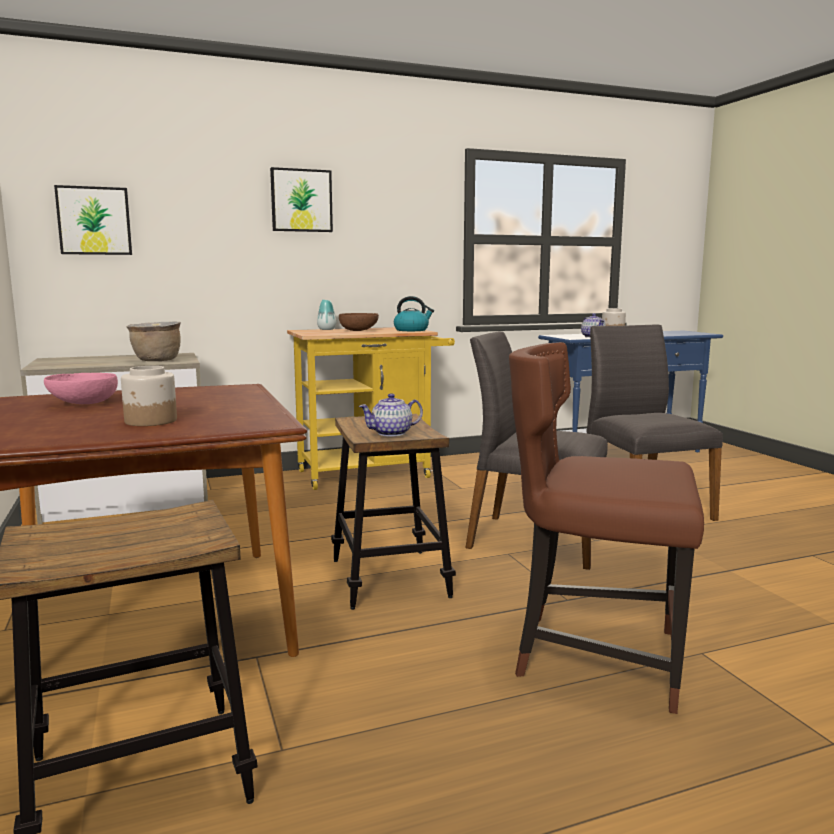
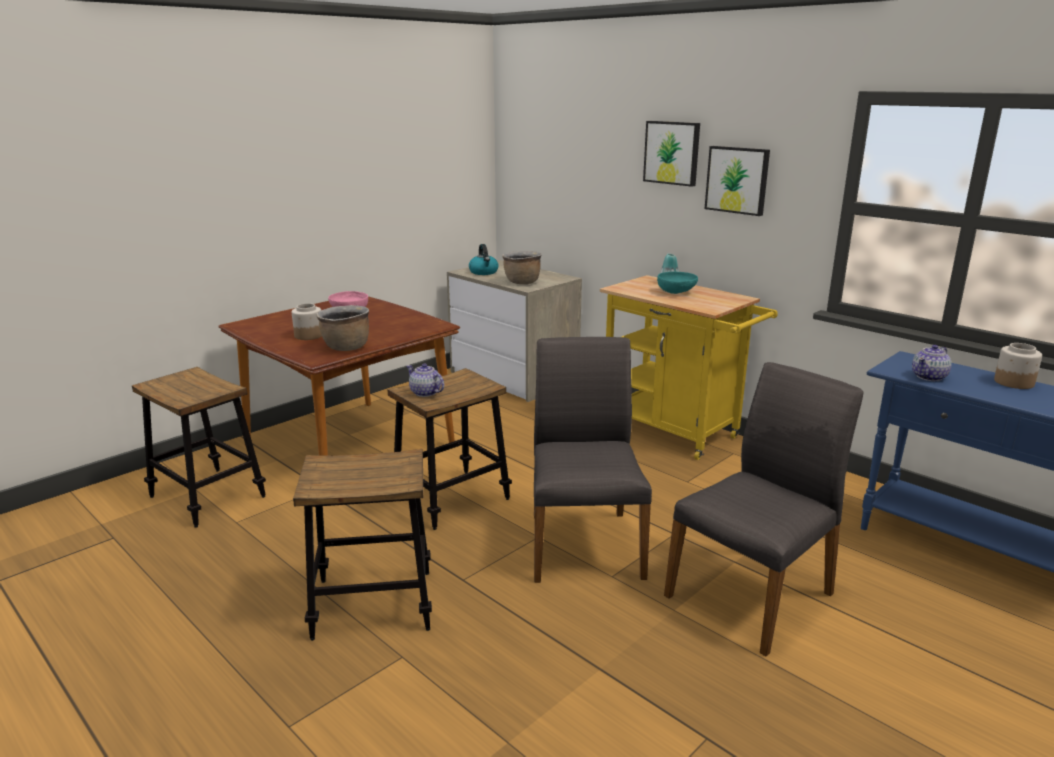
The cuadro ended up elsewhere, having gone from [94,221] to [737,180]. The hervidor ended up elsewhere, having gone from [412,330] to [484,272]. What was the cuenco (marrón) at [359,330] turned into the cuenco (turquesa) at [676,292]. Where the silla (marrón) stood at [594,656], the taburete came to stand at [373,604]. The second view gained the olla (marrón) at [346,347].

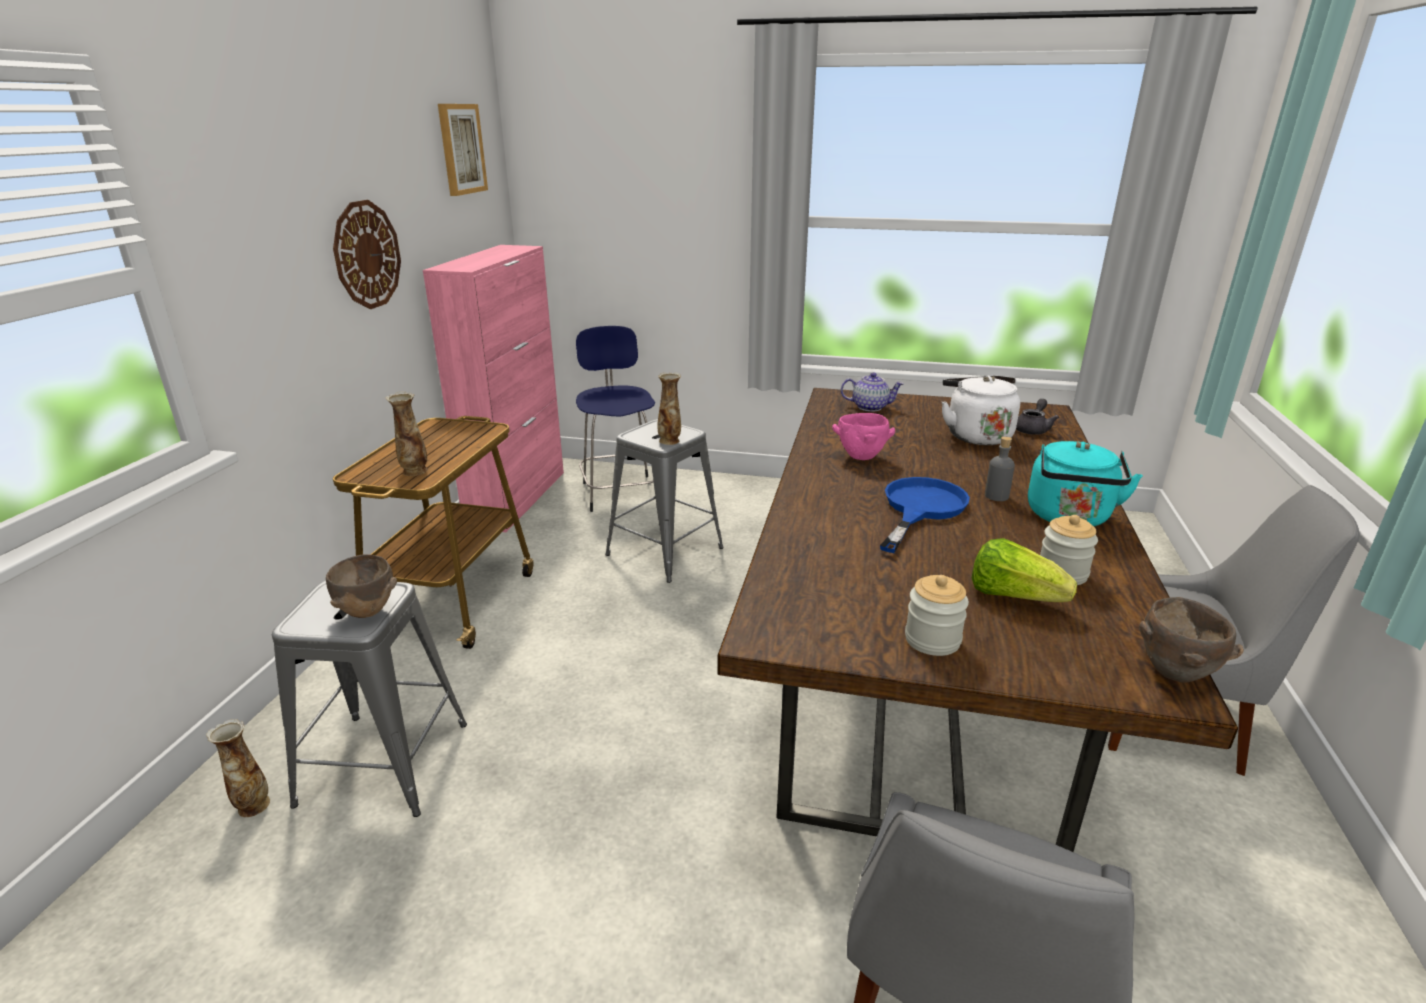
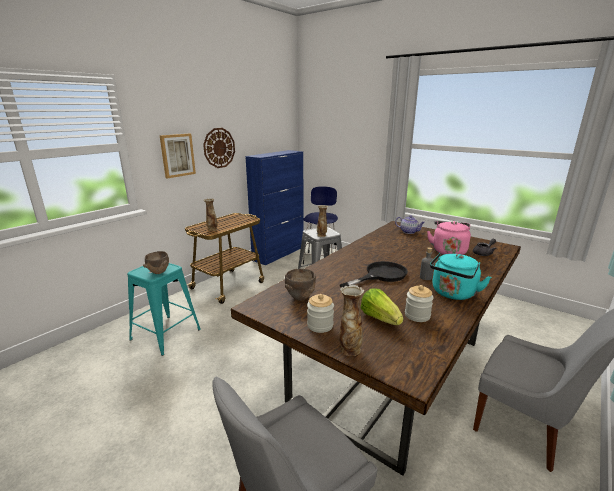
The cuadro ended up elsewhere, having gone from [461,149] to [177,155]. What was the armario (rosa) at [517,497] turned into the armario (azul) at [279,253]. What was the hervidor (blanco) at [975,435] turned into the hervidor (rosa) at [448,251]. The second view lost the cuenco (rosa) at [862,457]. What was the sartén (azul) at [920,509] turned into the sartén (negro) at [380,275]. What was the taburete (gris) at [384,764] turned into the taburete (turquesa) at [165,335]. The cuenco (marrón) ended up elsewhere, having gone from [1175,674] to [300,298]. The florero ended up elsewhere, having gone from [253,805] to [349,349].

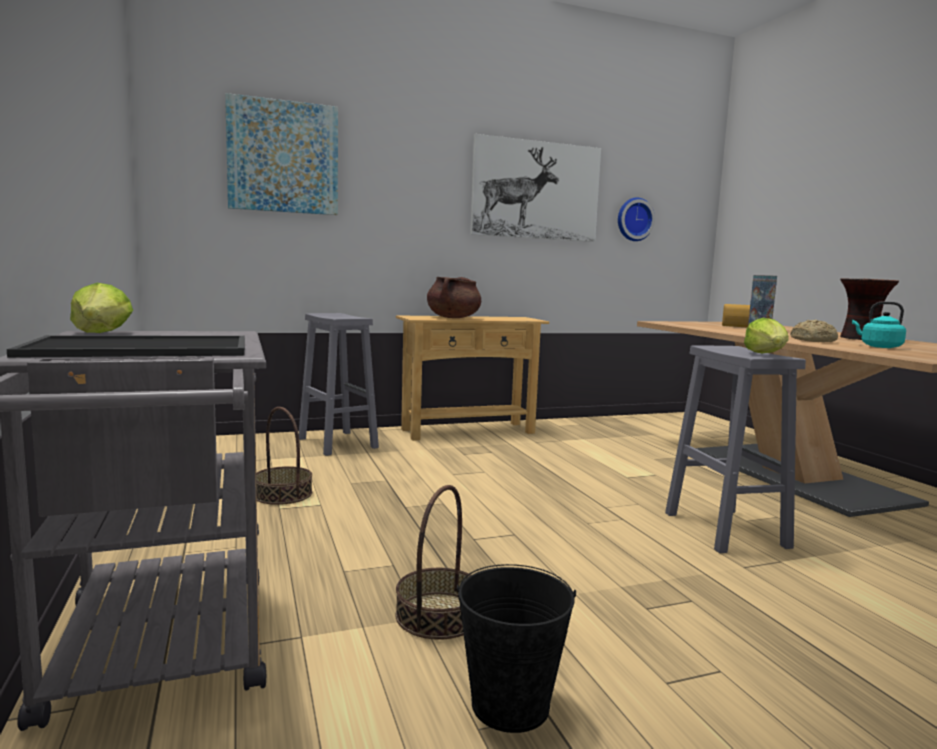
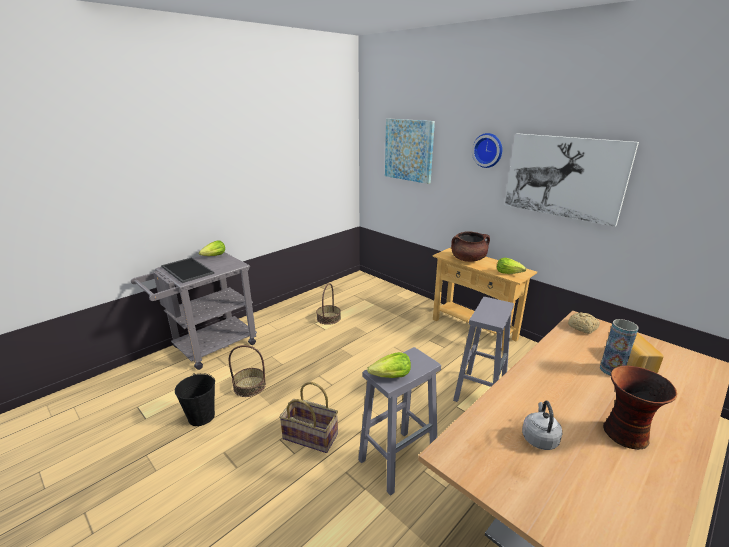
The reloj de pared ended up elsewhere, having gone from [634,219] to [488,150]. What was the hervidor (turquesa) at [878,346] turned into the hervidor (gris) at [539,438]. The taburete (gris) ended up elsewhere, having gone from [336,443] to [480,391]. The pan ended up elsewhere, having gone from [814,341] to [583,328]. The second view gained the lechuga at [509,273]. The second view gained the cesta at [311,436].

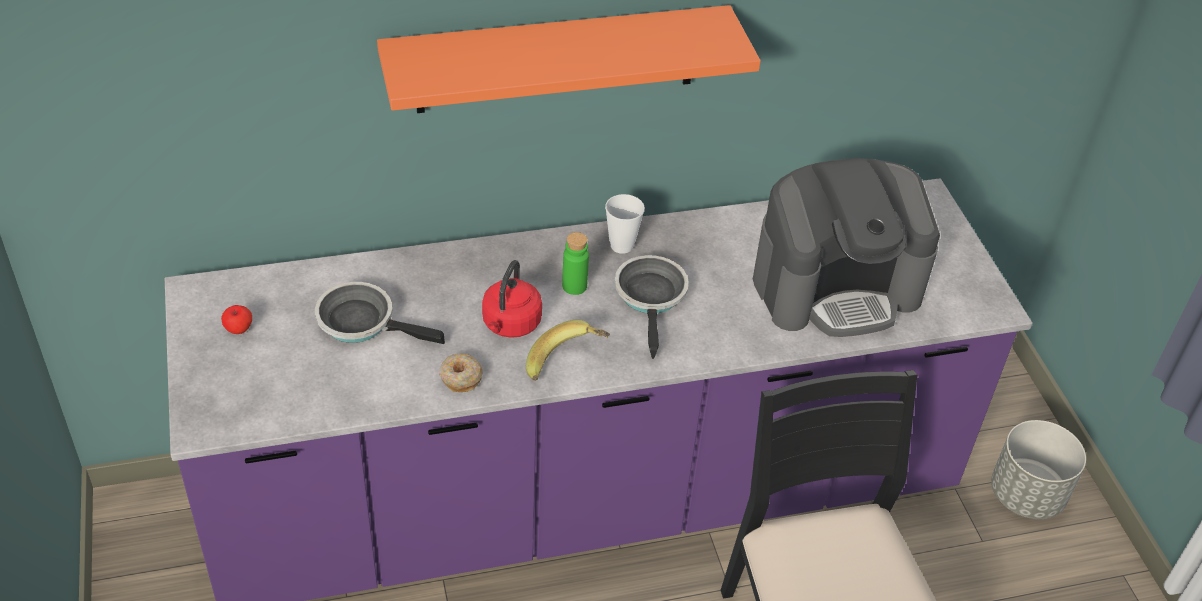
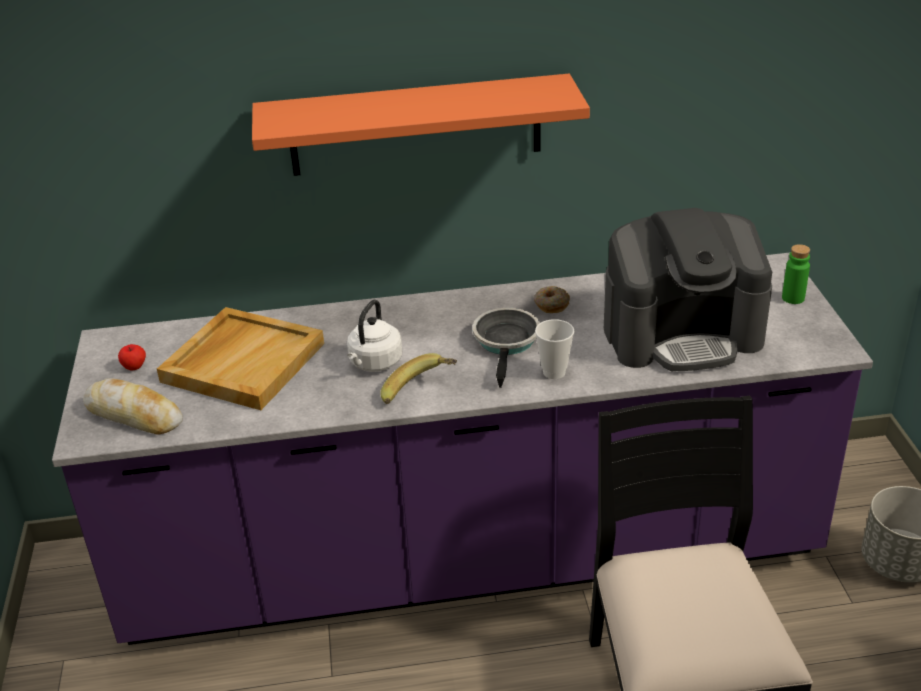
The taza ended up elsewhere, having gone from [621,245] to [554,372]. The botella (verde) ended up elsewhere, having gone from [574,286] to [793,298]. What was the hervidor (rojo) at [510,325] turned into the hervidor (blanco) at [374,363]. Where the sartén stood at [362,322], the bandeja (beis) came to stand at [243,361]. The rosquilla ended up elsewhere, having gone from [460,378] to [551,305]. The second view gained the pan at [134,415].

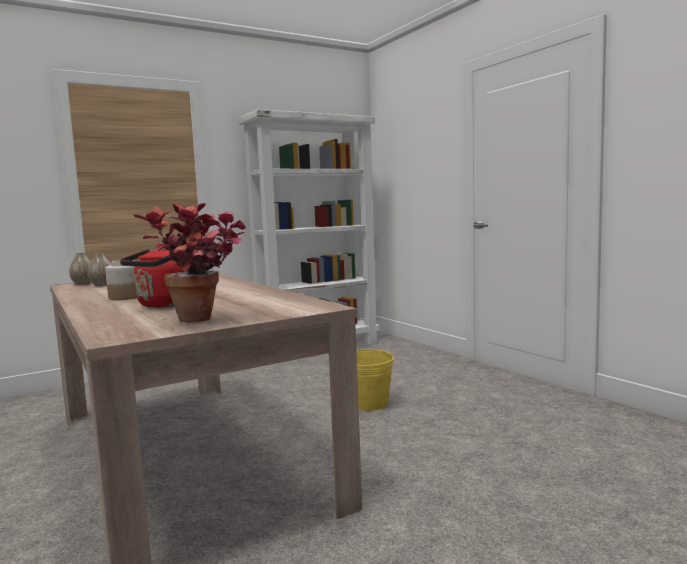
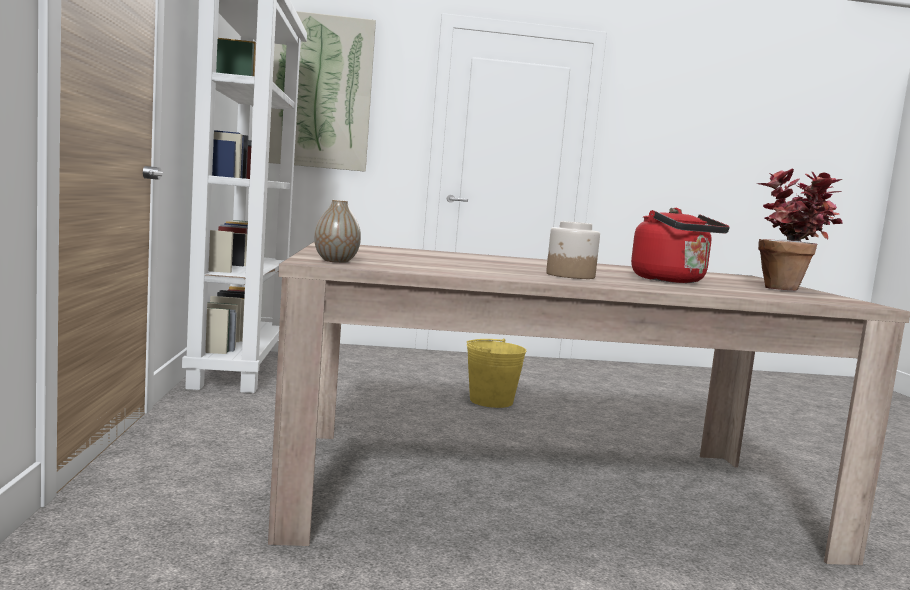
The second view lost the florero at [102,285]. The second view gained the cuadro at [321,92].

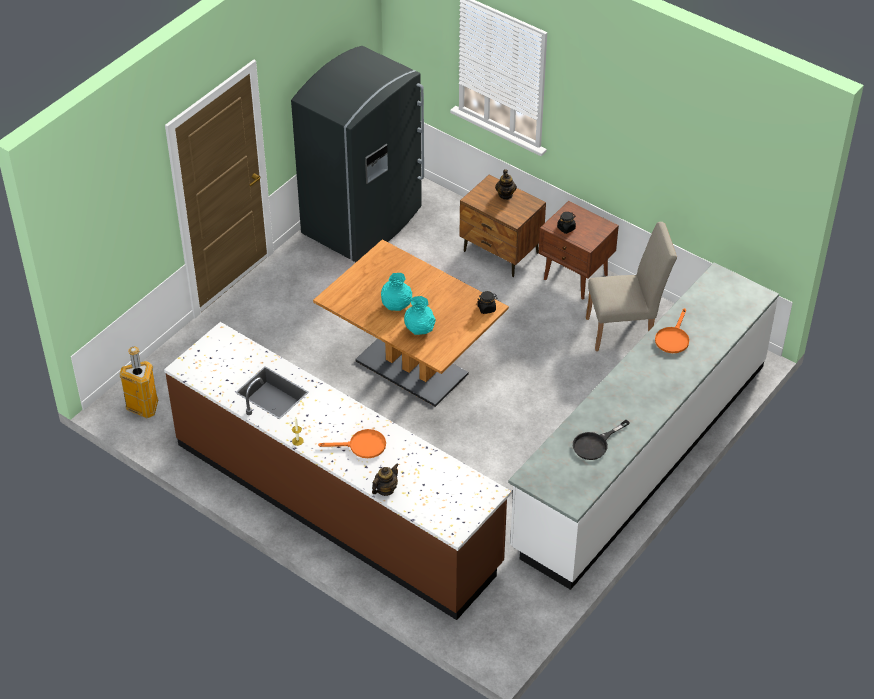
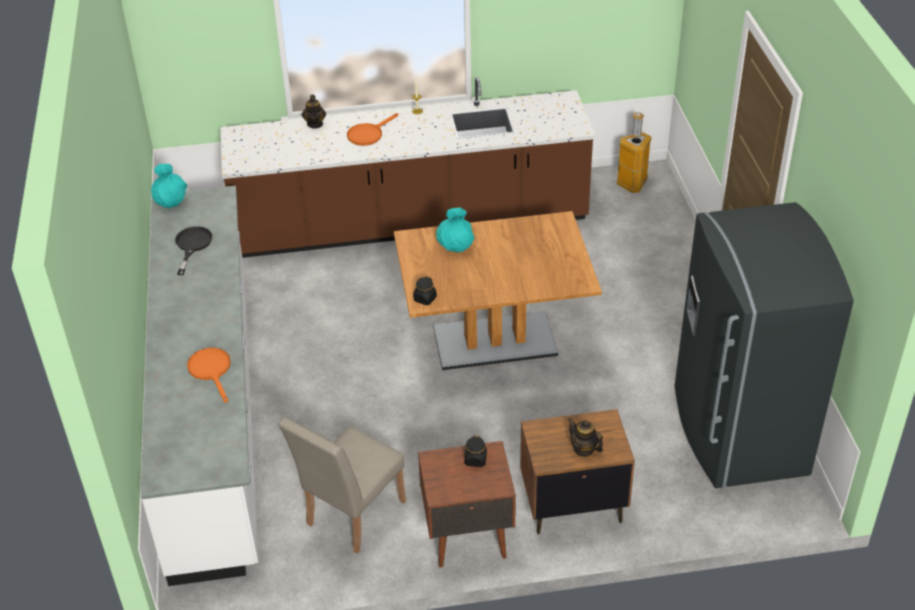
The florero (turquesa) ended up elsewhere, having gone from [396,305] to [171,202].

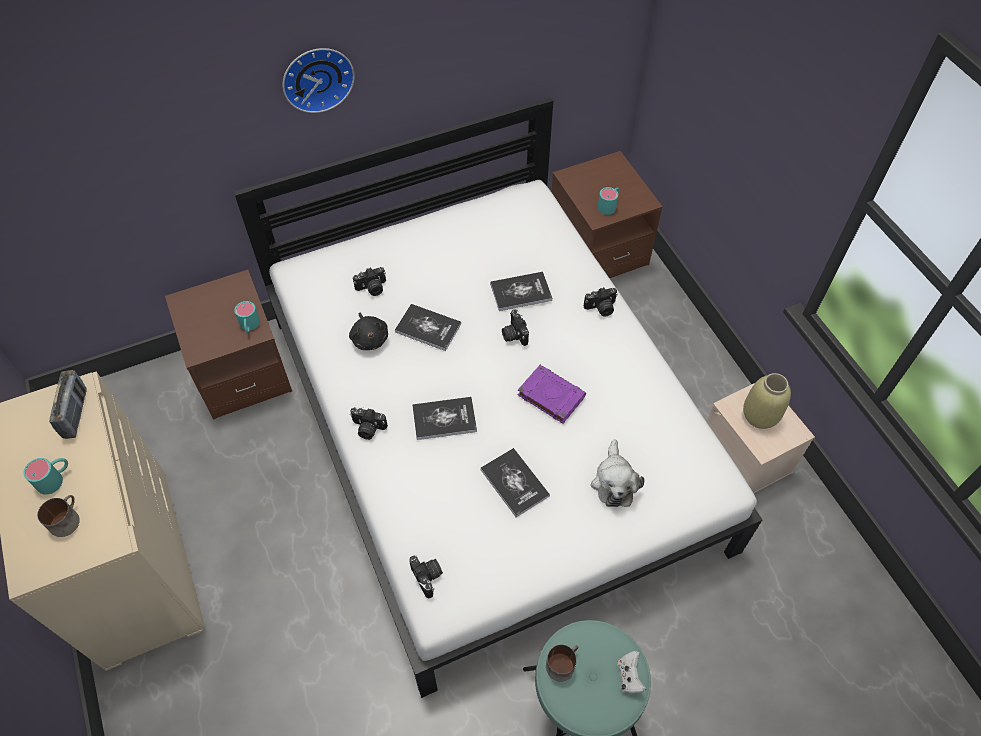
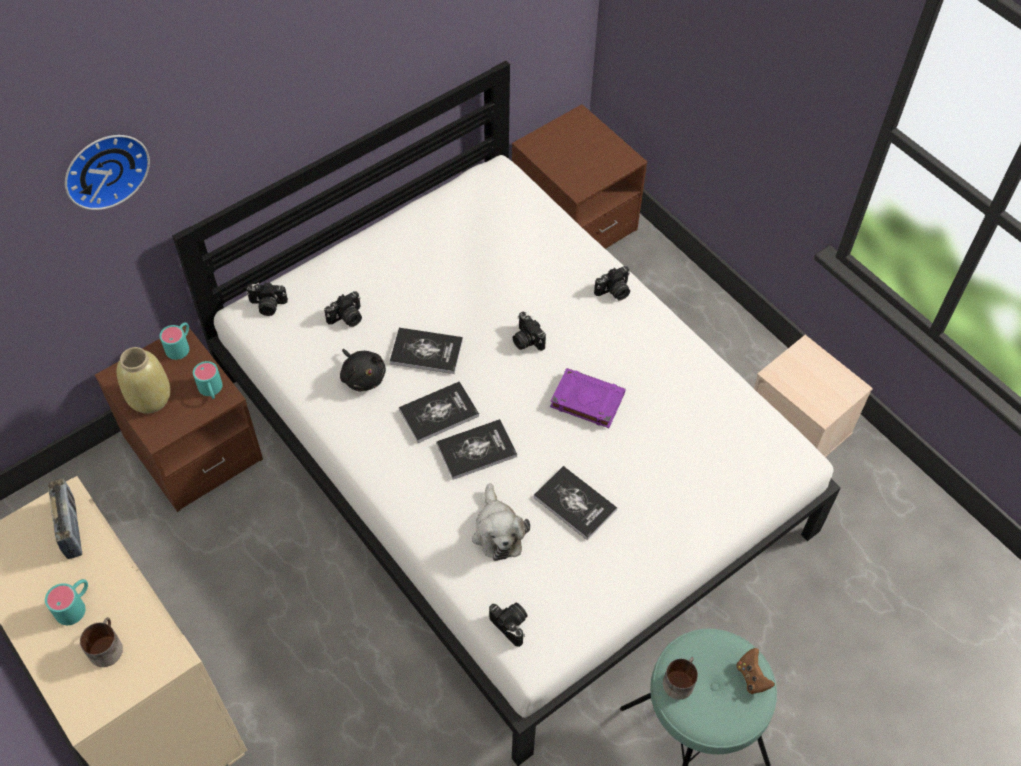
The reloj de pared ended up elsewhere, having gone from [317,77] to [104,168]. The taza grande (turquesa) ended up elsewhere, having gone from [609,205] to [180,345]. The libro ended up elsewhere, having gone from [521,292] to [439,413]. The florero (beis) ended up elsewhere, having gone from [759,416] to [149,399]. The cámara ended up elsewhere, having gone from [368,428] to [267,306]. The peluche ended up elsewhere, having gone from [614,482] to [498,531]. What was the mando de consola (blanco) at [629,676] turned into the mando de consola (marrón) at [752,677].

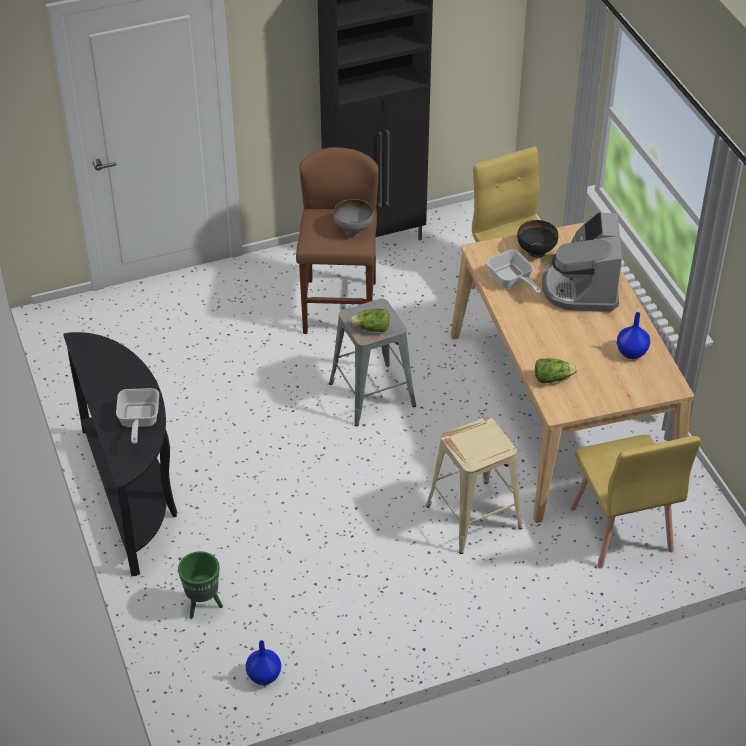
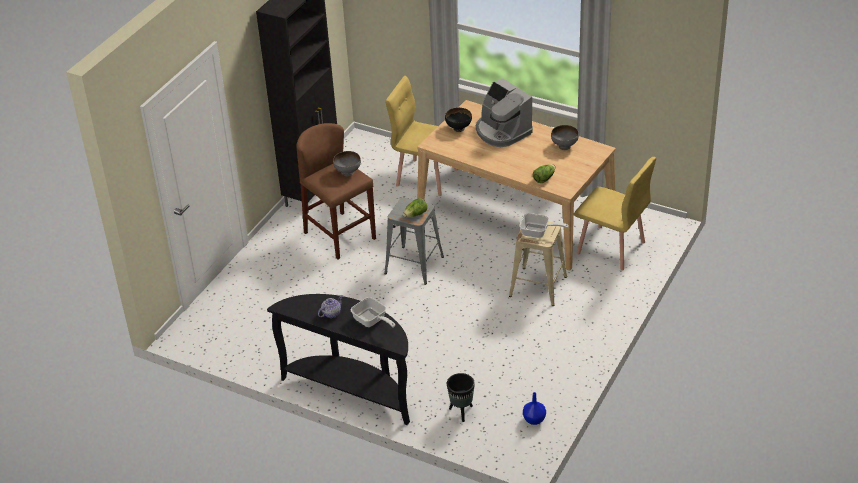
The sartén ended up elsewhere, having gone from [511,282] to [538,232]. Where the florero (azul) stood at [632,353], the cuenco (gris) came to stand at [564,146]. What was the maceta (verde) at [202,605] turned into the maceta (negro) at [461,412]. The second view gained the tetera at [331,313].

